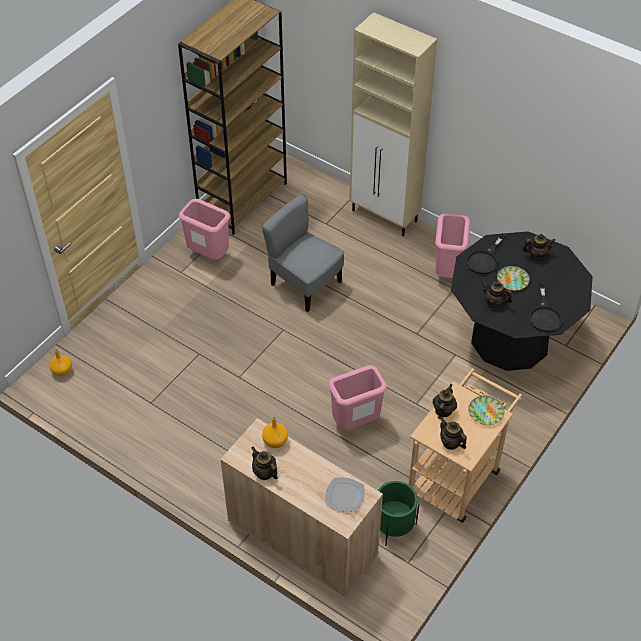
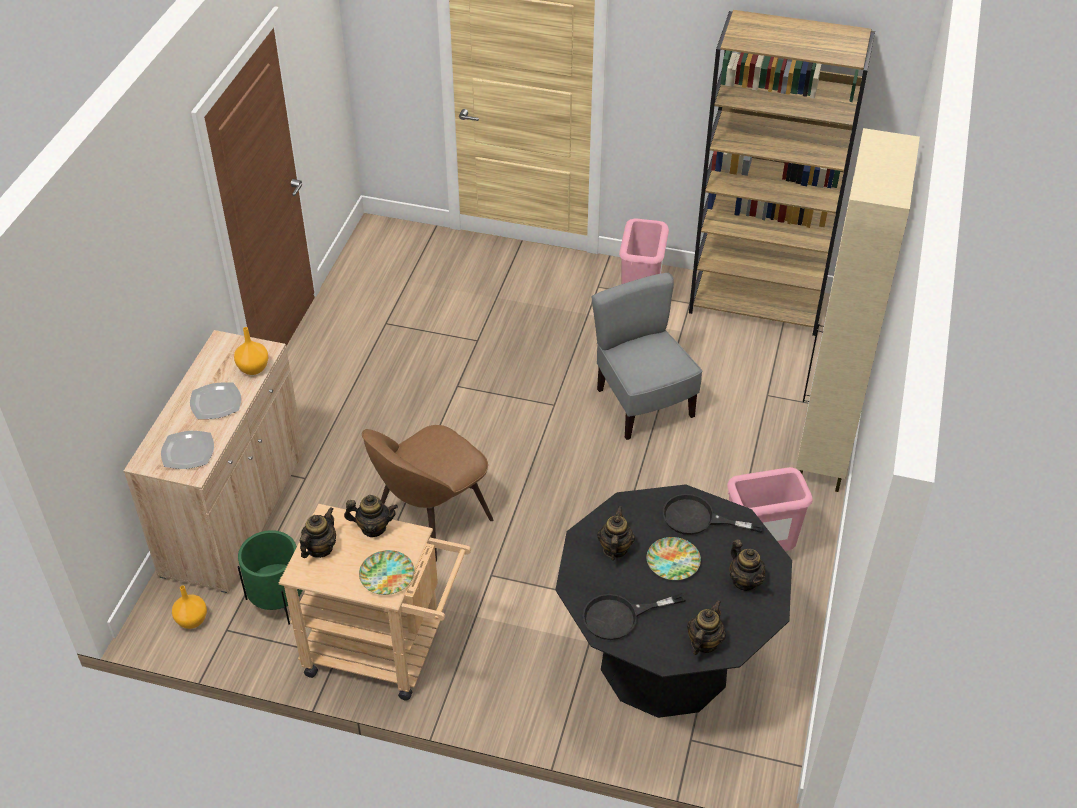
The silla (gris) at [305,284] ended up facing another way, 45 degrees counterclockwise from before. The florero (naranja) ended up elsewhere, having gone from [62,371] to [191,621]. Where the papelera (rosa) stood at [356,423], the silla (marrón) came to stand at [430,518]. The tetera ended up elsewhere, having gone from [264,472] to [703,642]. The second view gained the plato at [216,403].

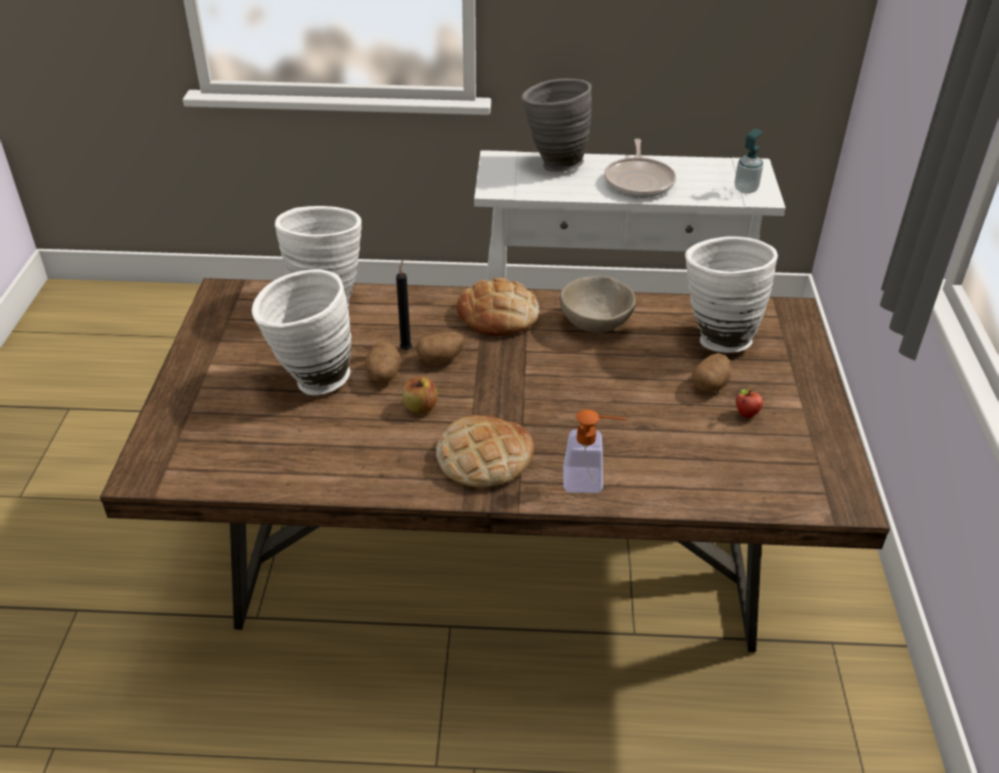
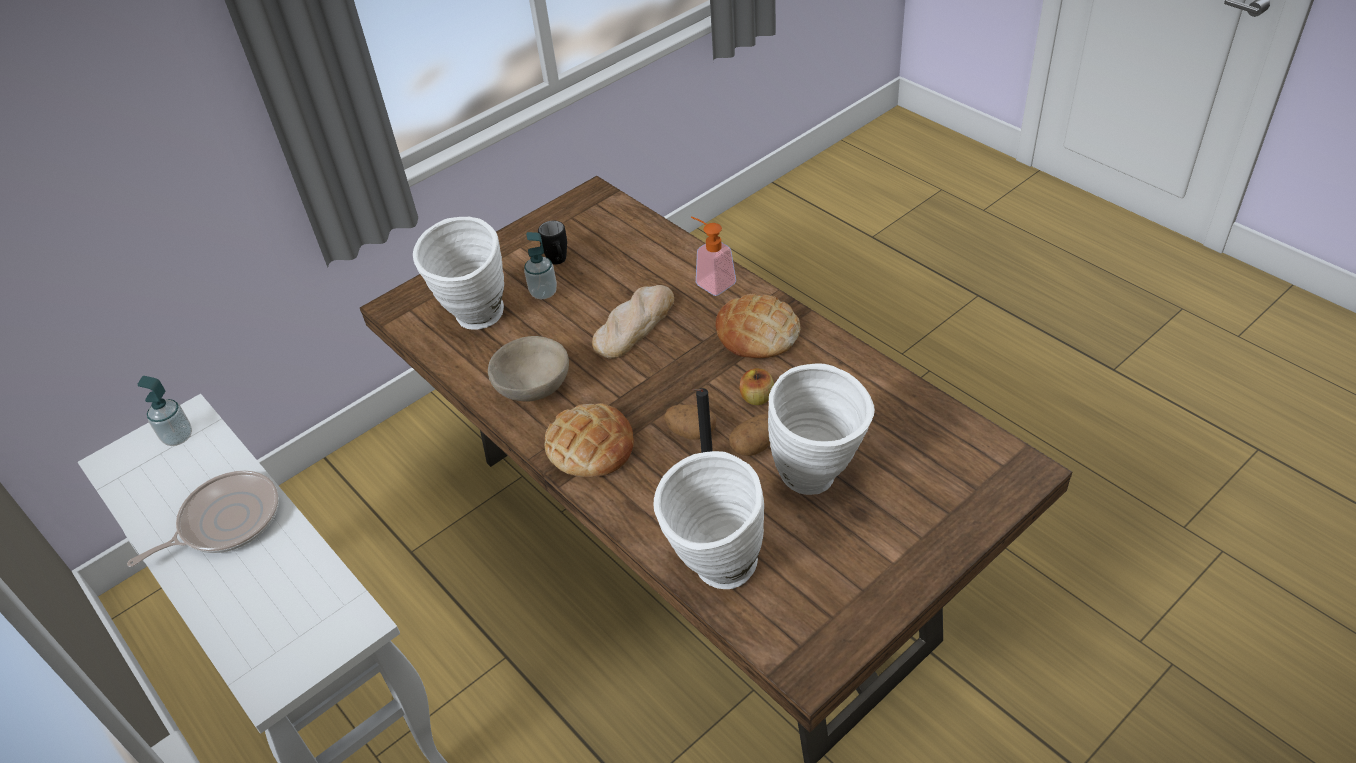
The second view lost the florero (gris) at [553,164]. Where the patata stood at [710,385], the dispensador de jabón came to stand at [543,292]. Where the manzana stood at [746,415], the taza grande (negro) came to stand at [558,262]. The second view gained the pan at [634,324].

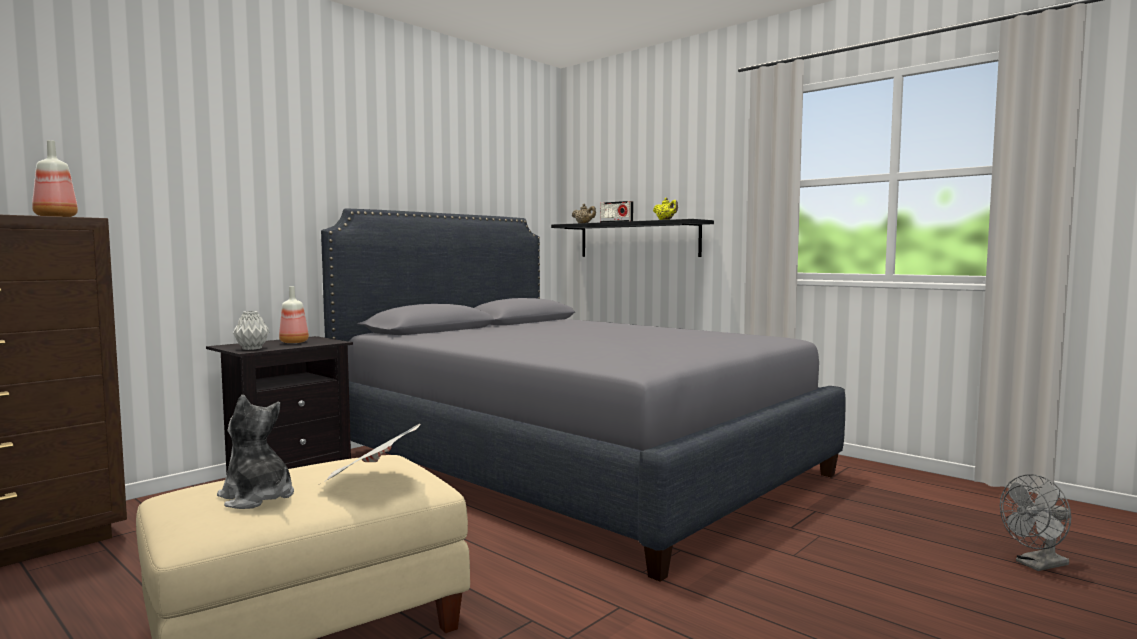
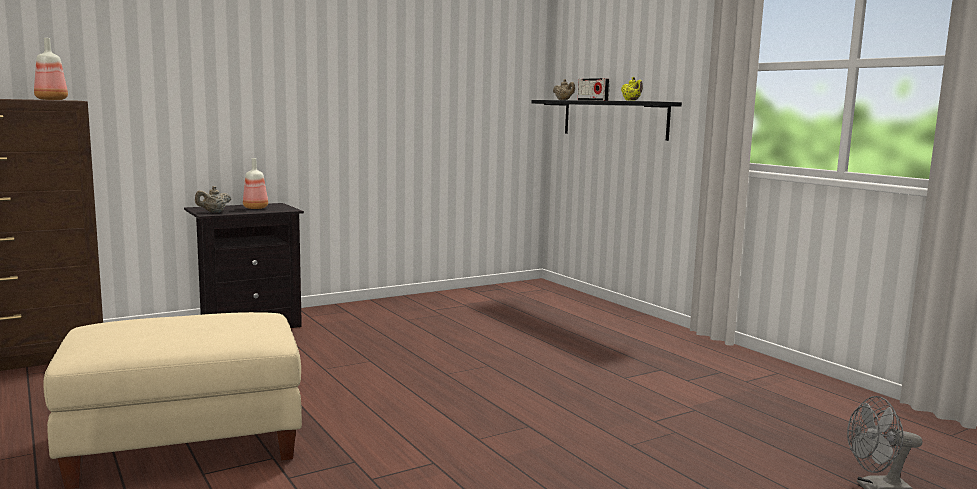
The second view lost the cama (gris) at [572,465]. Where the florero (gris) stood at [251,349], the tetera (beis) came to stand at [214,212]. The second view lost the peluche at [257,498]. The second view lost the periódico at [370,481].

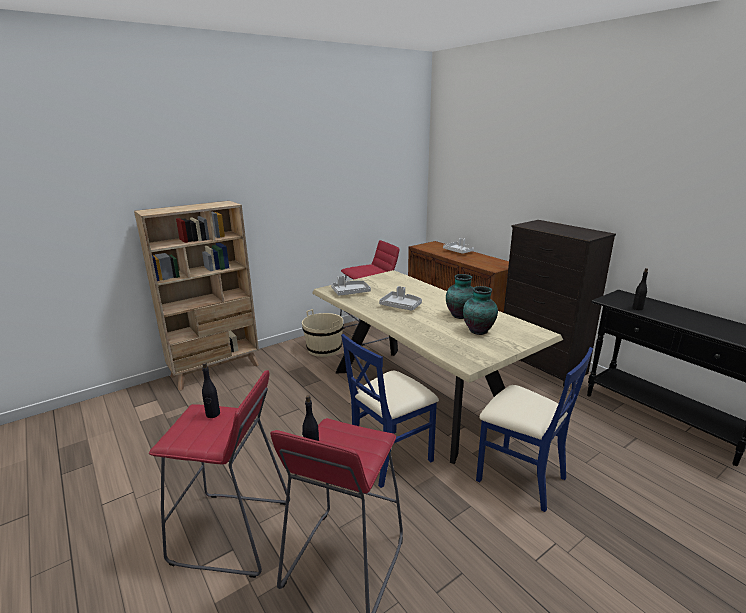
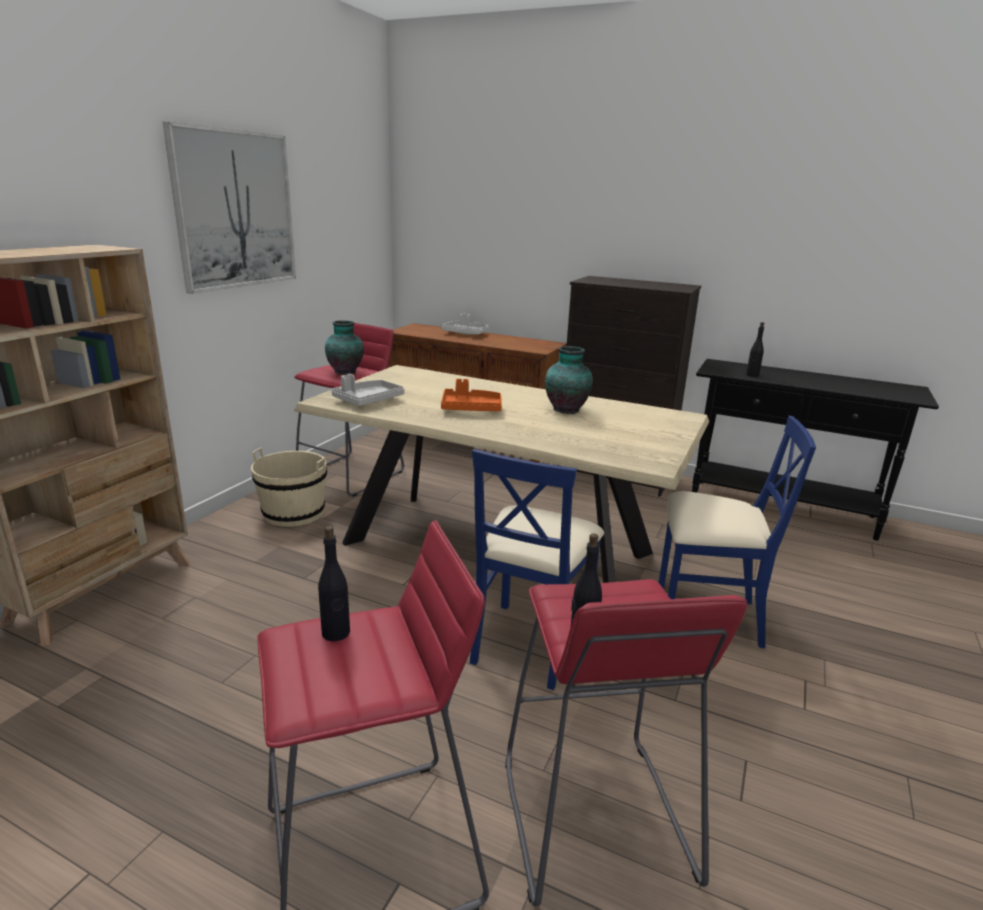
What was the bandeja (gris) at [401,306] turned into the bandeja (naranja) at [471,409]. The florero ended up elsewhere, having gone from [478,330] to [345,371]. The second view gained the cuadro at [235,210].

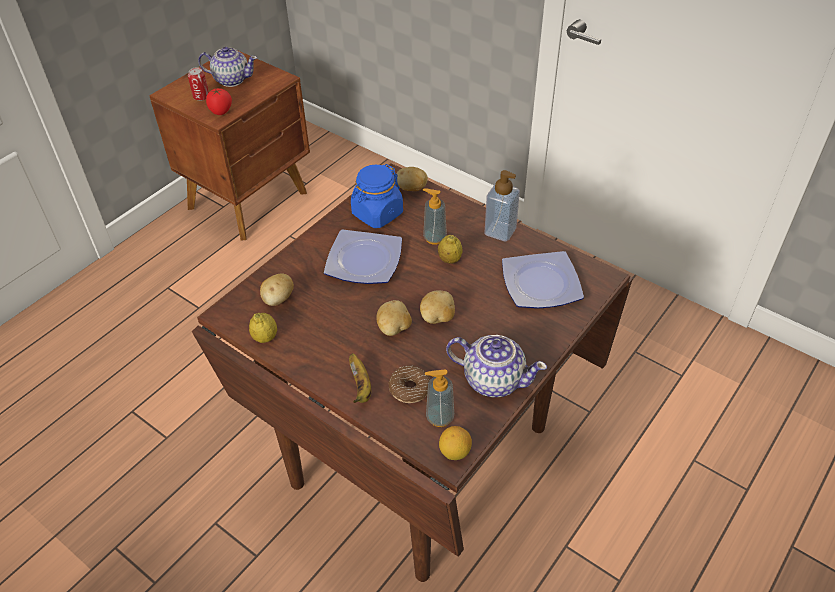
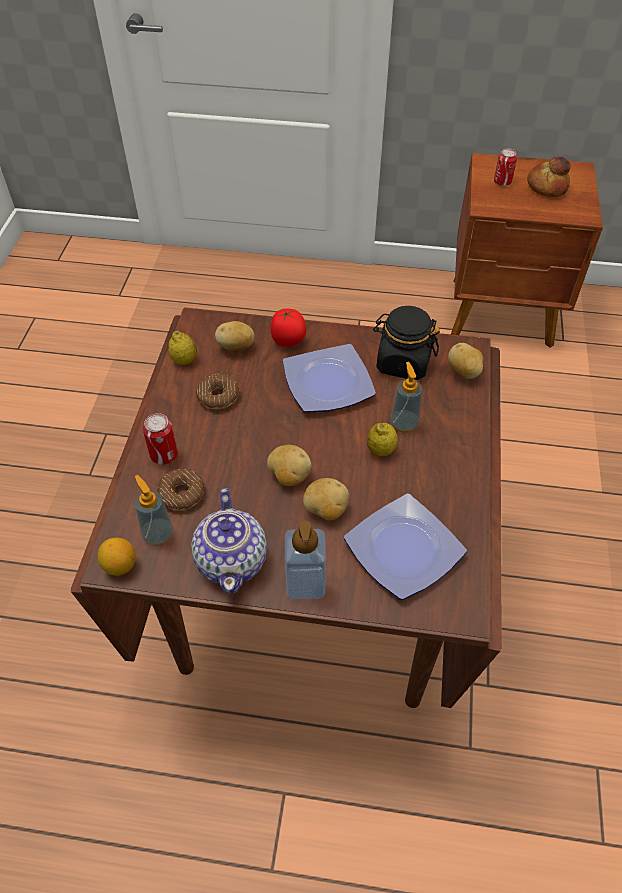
Where the tetera stood at [231,79], the pan came to stand at [547,186]. The tomate ended up elsewhere, having gone from [221,112] to [288,341]. What was the tarro (azul) at [377,214] turned into the tarro (negro) at [403,362]. The dispensador de jabón ended up elsewhere, having gone from [500,231] to [305,583]. The patata ended up elsewhere, having gone from [394,329] to [326,510]. Where the plátano stood at [361,387], the lata came to stand at [164,455]. The second view gained the rosquilla at [218,396].

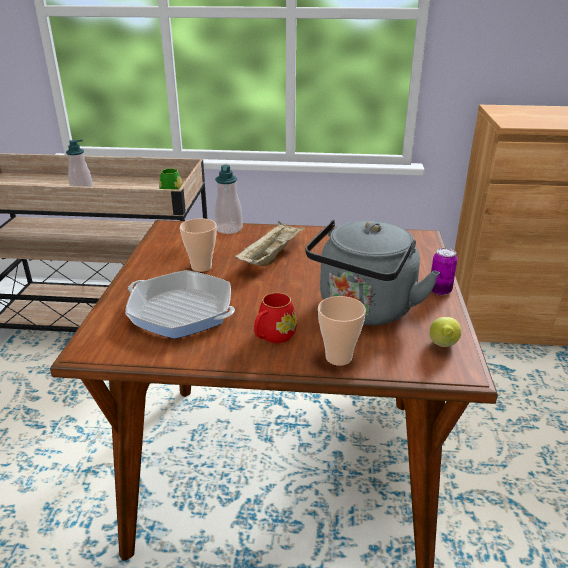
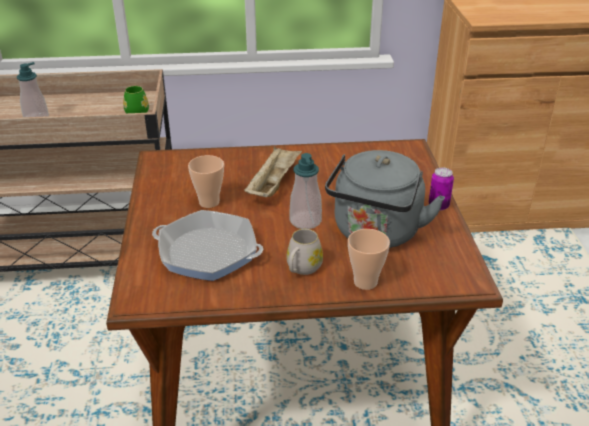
The dispensador de jabón ended up elsewhere, having gone from [228,229] to [305,221]. What was the taza grande (rojo) at [273,337] turned into the taza grande (blanco) at [302,269]. The second view lost the limón at [443,346].

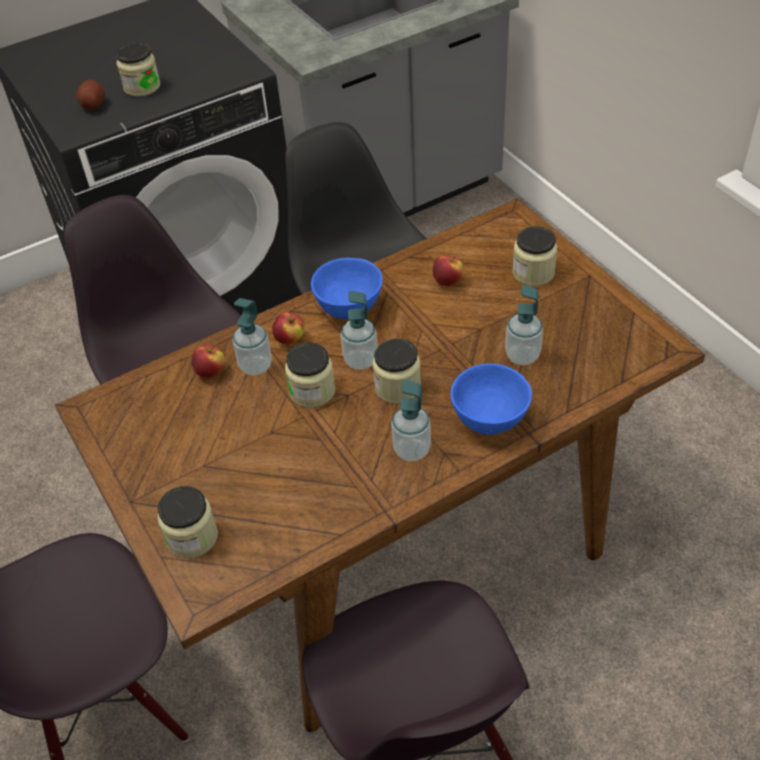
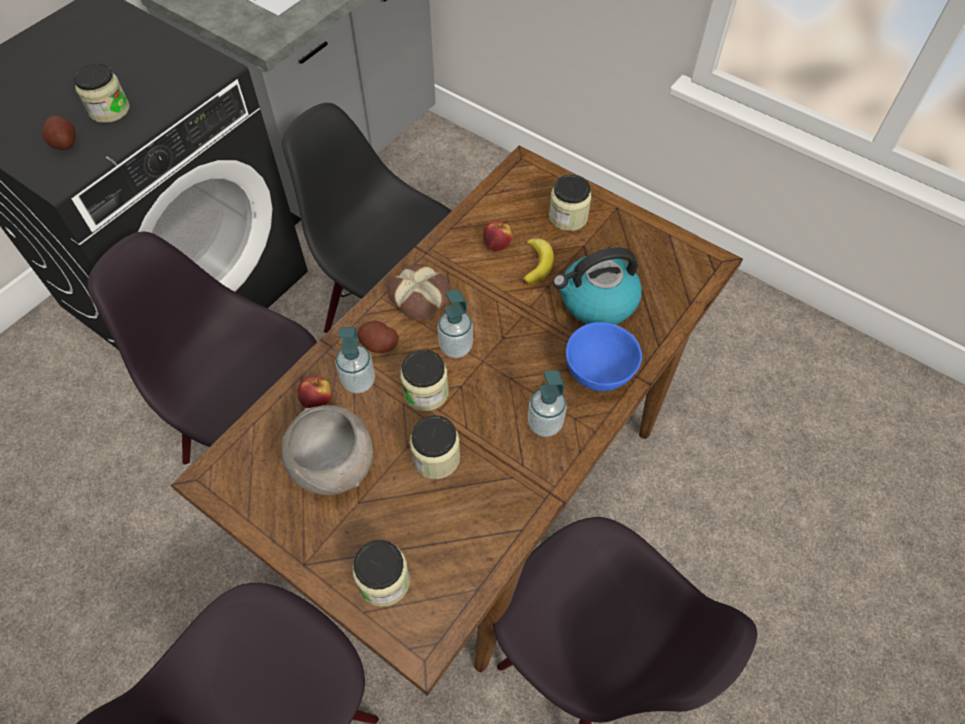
Where the cuenco (azul) stood at [350,308], the pan came to stand at [420,296]. Where the dispensador de jabón stood at [522,355], the hervidor came to stand at [597,301]. Where the manzana stood at [290,339], the patata came to stand at [379,344]. The tarro ended up elsewhere, having gone from [397,387] to [436,458]. The second view gained the plátano at [538,263]. The second view gained the cuenco (gris) at [332,465].

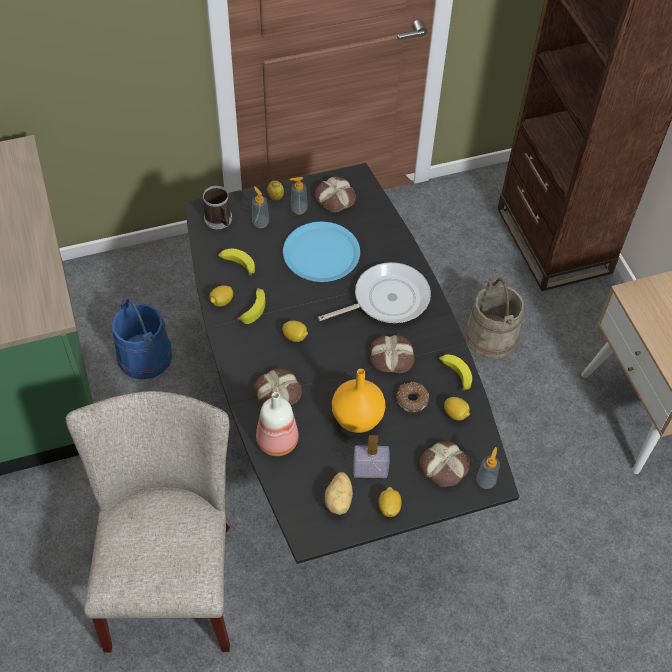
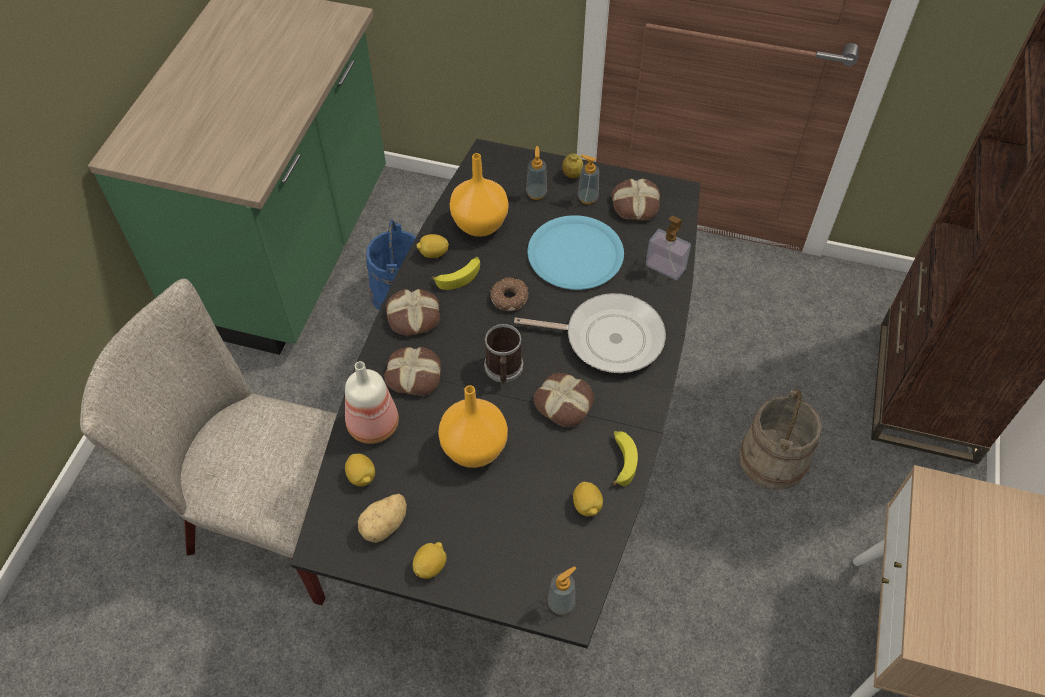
The taza grande ended up elsewhere, having gone from [219,220] to [503,370]. Where the plátano stood at [237,264], the florero (naranja) came to stand at [478,224]. The limón ended up elsewhere, having gone from [295,337] to [361,476]. The rosquilla ended up elsewhere, having gone from [411,399] to [509,298]. The silla (beis) at [172,575] ended up facing another way, 105 degrees counterclockwise from before. The dispensador de jabón ended up elsewhere, having gone from [370,470] to [665,267]. The pan ended up elsewhere, having gone from [444,467] to [413,317].

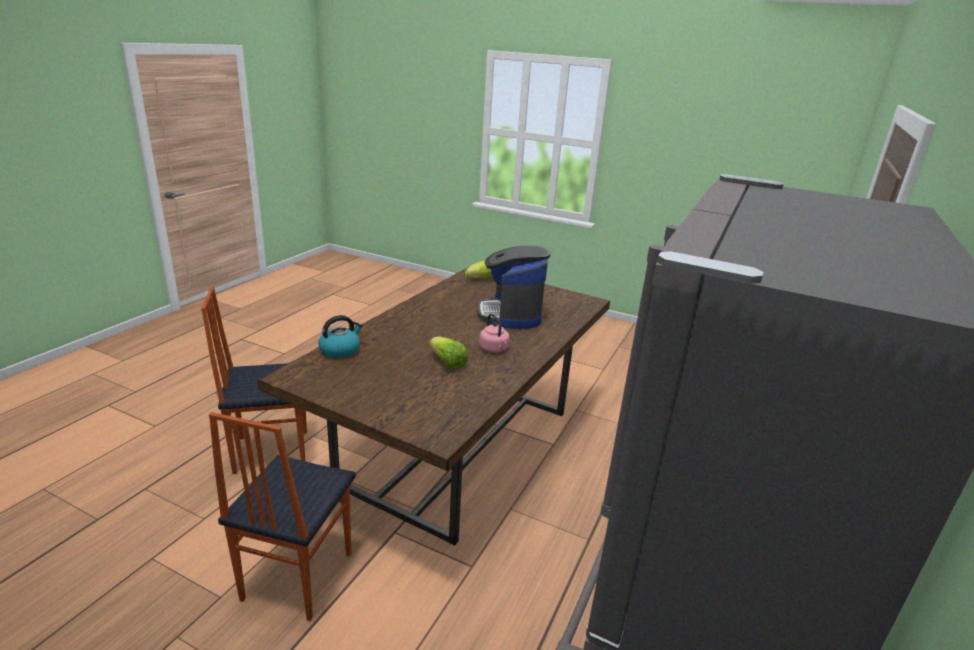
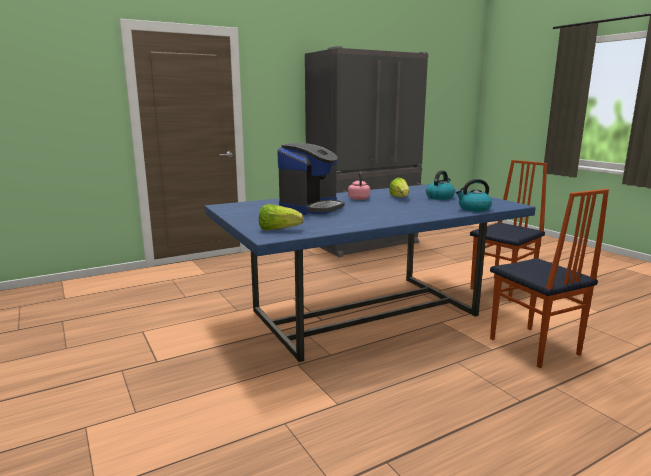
What was the mesa de comedor (marrón) at [457,447] turned into the mesa de comedor (azul) at [366,313]. The silla at [271,451] ended up facing another way, 45 degrees clockwise from before. The second view gained the hervidor at [440,197].

